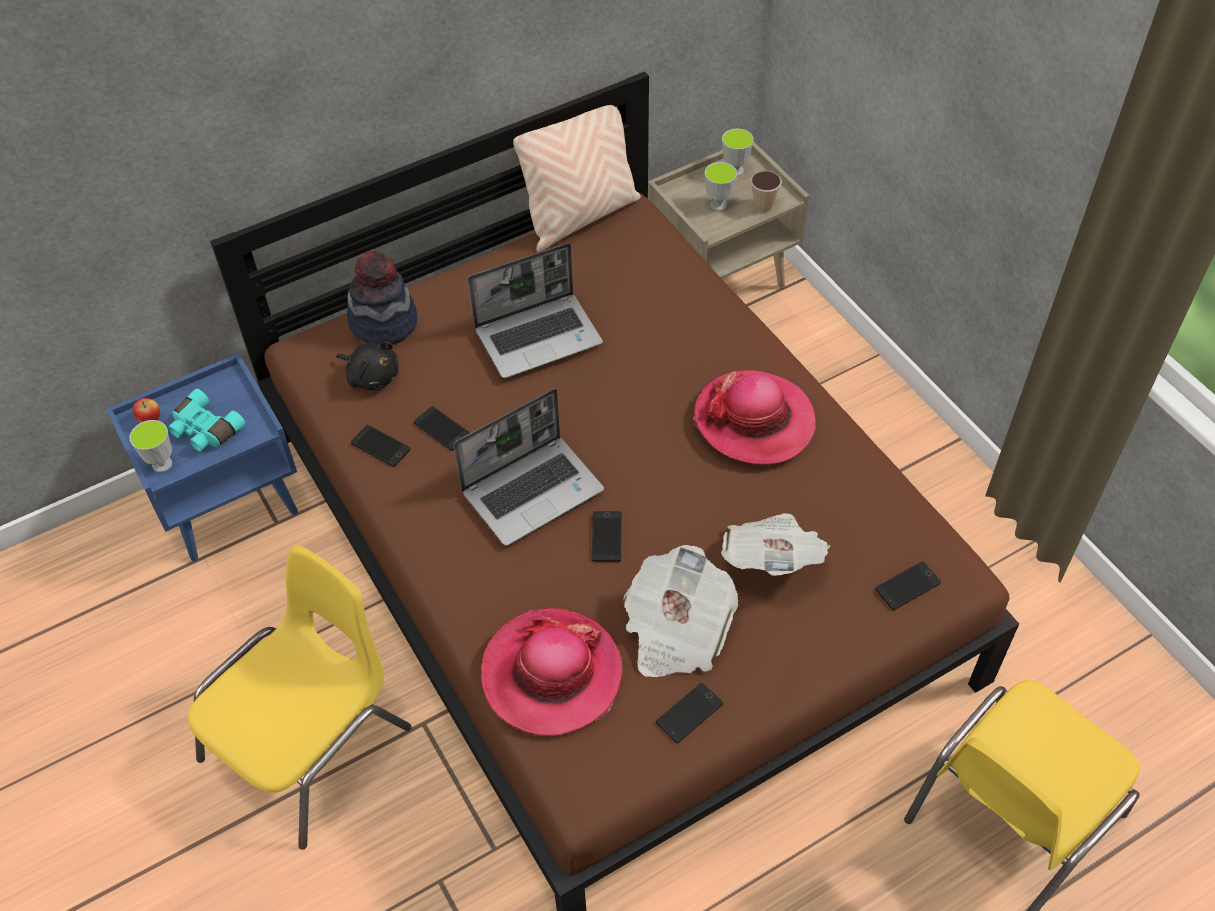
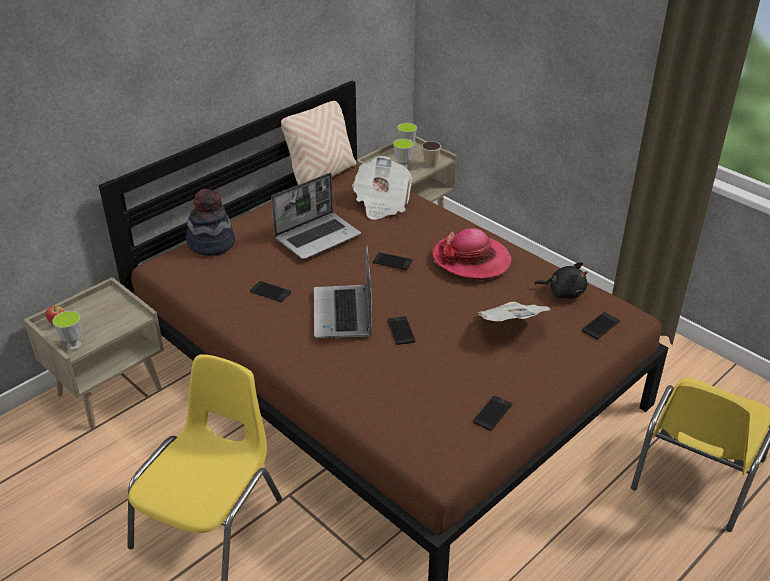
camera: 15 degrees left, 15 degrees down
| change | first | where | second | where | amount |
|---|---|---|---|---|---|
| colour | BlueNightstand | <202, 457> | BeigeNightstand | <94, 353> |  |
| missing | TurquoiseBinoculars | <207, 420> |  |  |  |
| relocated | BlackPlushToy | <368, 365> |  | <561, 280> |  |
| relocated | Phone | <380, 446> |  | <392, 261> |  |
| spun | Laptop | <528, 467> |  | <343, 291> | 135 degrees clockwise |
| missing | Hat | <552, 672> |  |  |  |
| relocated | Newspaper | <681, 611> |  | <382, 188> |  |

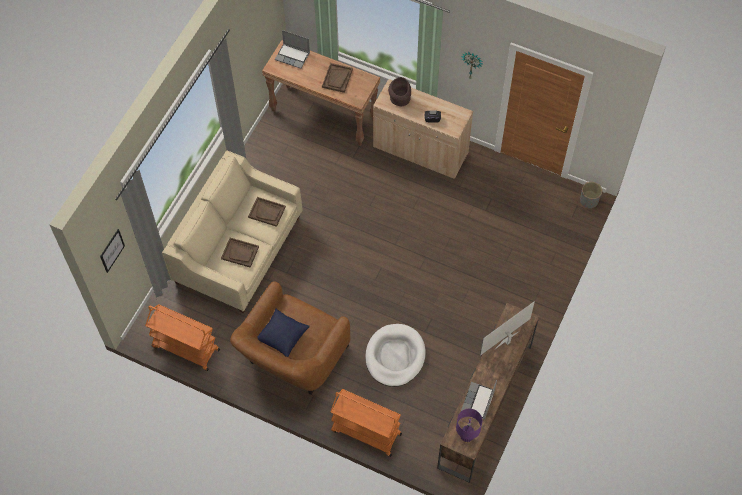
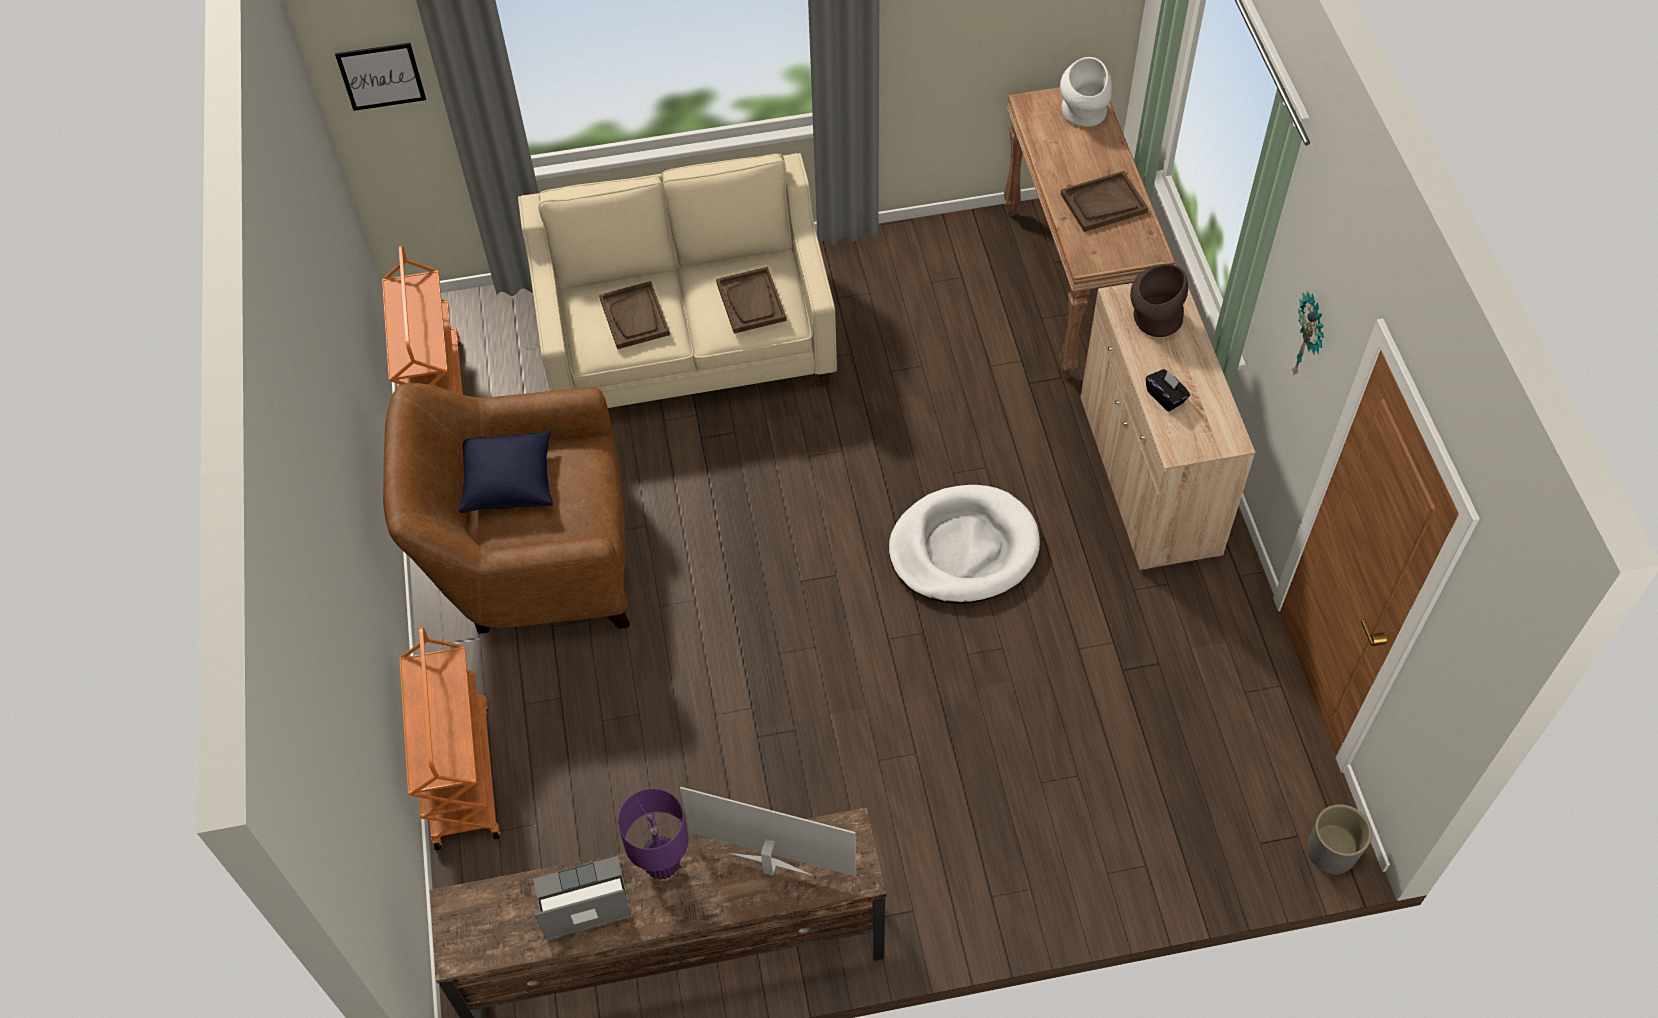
camera: 55 degrees right, 5 degrees down
| change | first | where | second | where | amount |
|---|---|---|---|---|---|
| exchanged | Laptop | <292, 49> | WhiteVase | <1086, 92> |  |
| relocated | WhiteDogBed | <395, 355> |  | <964, 544> |  |
| relocated | PurpleTableLamp | <469, 426> |  | <653, 835> |  |

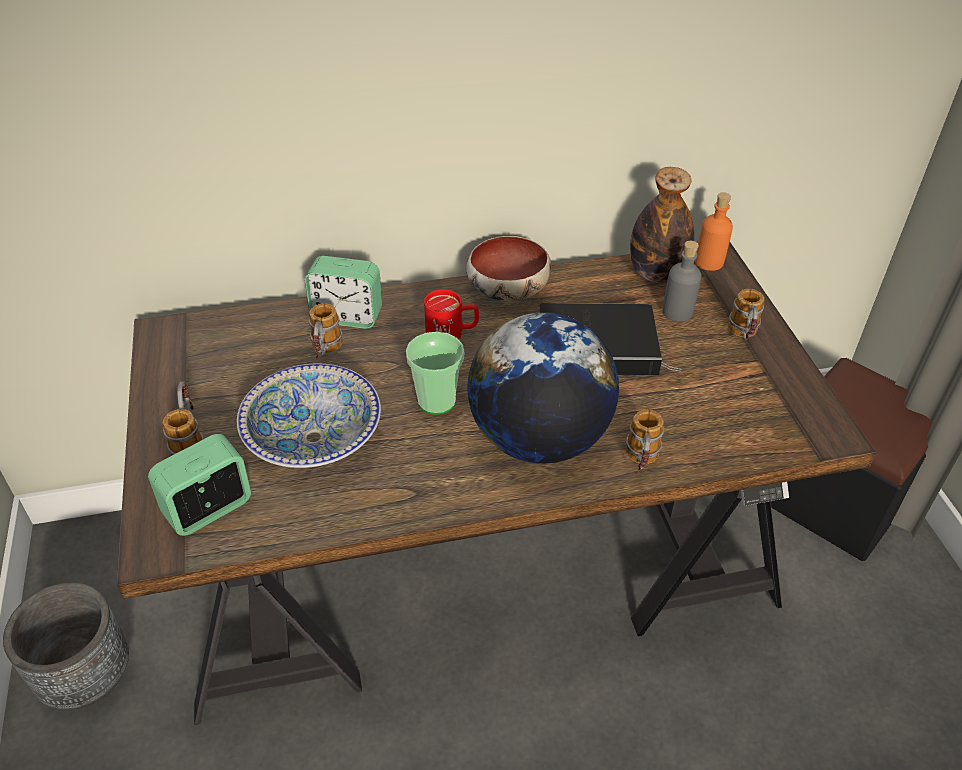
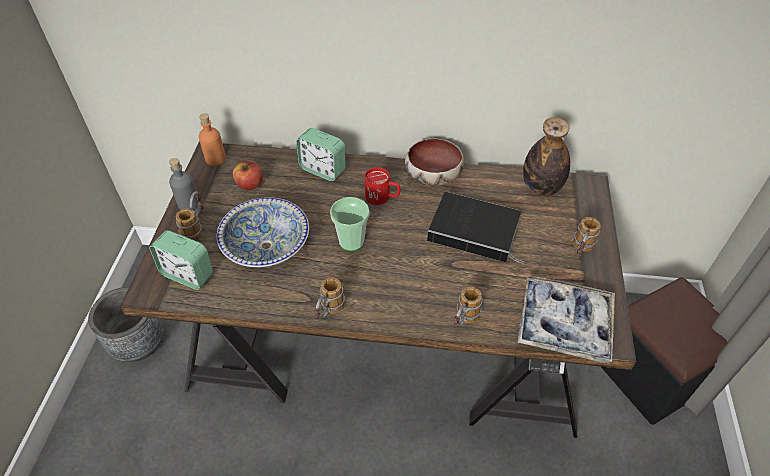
camera: 20 degrees right, 5 degrees up
| change | first | where | second | where | amount |
|---|---|---|---|---|---|
| spun | AlarmClock | <199, 485> |  | <181, 260> | 135 degrees counterclockwise |
| relocated | Mug | <325, 330> |  | <329, 298> |  |
| missing | Globe | <543, 388> |  |  |  |
| relocated | GreyBottle | <681, 281> |  | <183, 184> |  |
| relocated | OrangeBottle | <714, 231> |  | <212, 139> |  |
| appeared |  |  | Apple | <248, 175> |  |
| appeared |  |  | Tray | <566, 319> |  |

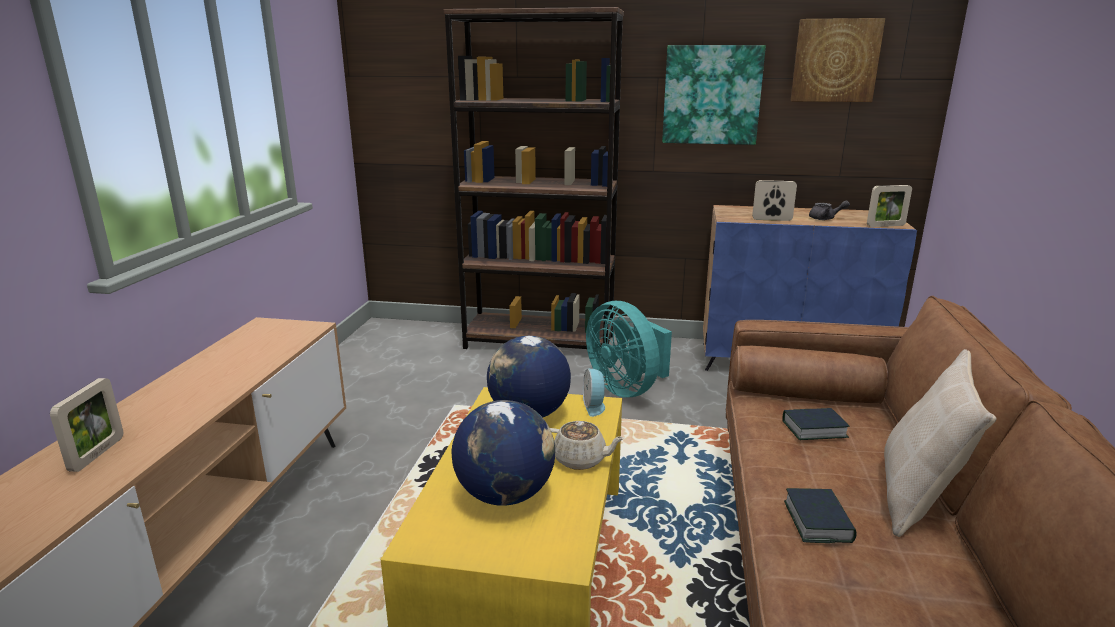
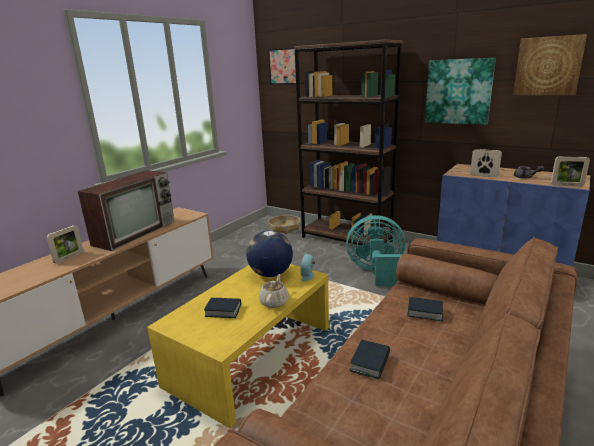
camera: 25 degrees right, 0 degrees up
| change | first | where | second | where | amount |
|---|---|---|---|---|---|
| exchanged | Globe | <503, 453> | Book | <222, 308> |  |
| spun | BeigeTeapot | <587, 445> |  | <274, 291> | 120 degrees counterclockwise |
| spun | TurquoiseFan | <629, 349> |  | <375, 250> | 105 degrees clockwise |
| missing | BeigePillow | <940, 443> |  |  |  |
| appeared |  |  | Television | <126, 210> |  |
| appeared |  |  | Picture | <282, 66> |  |
| appeared |  |  | Basket | <285, 224> |  |

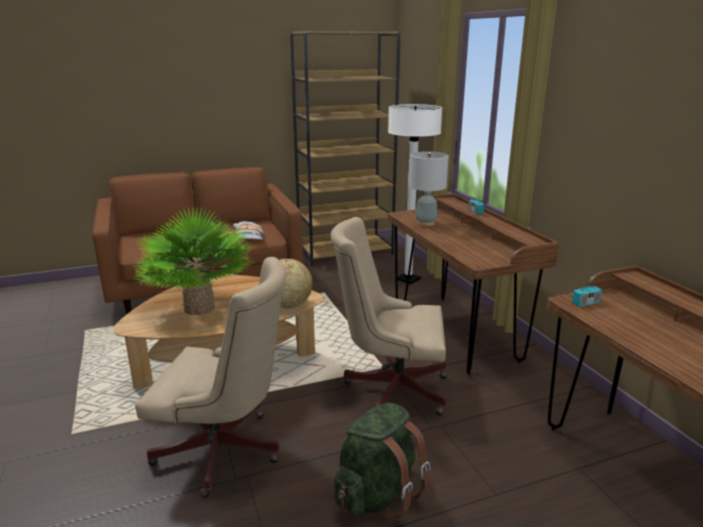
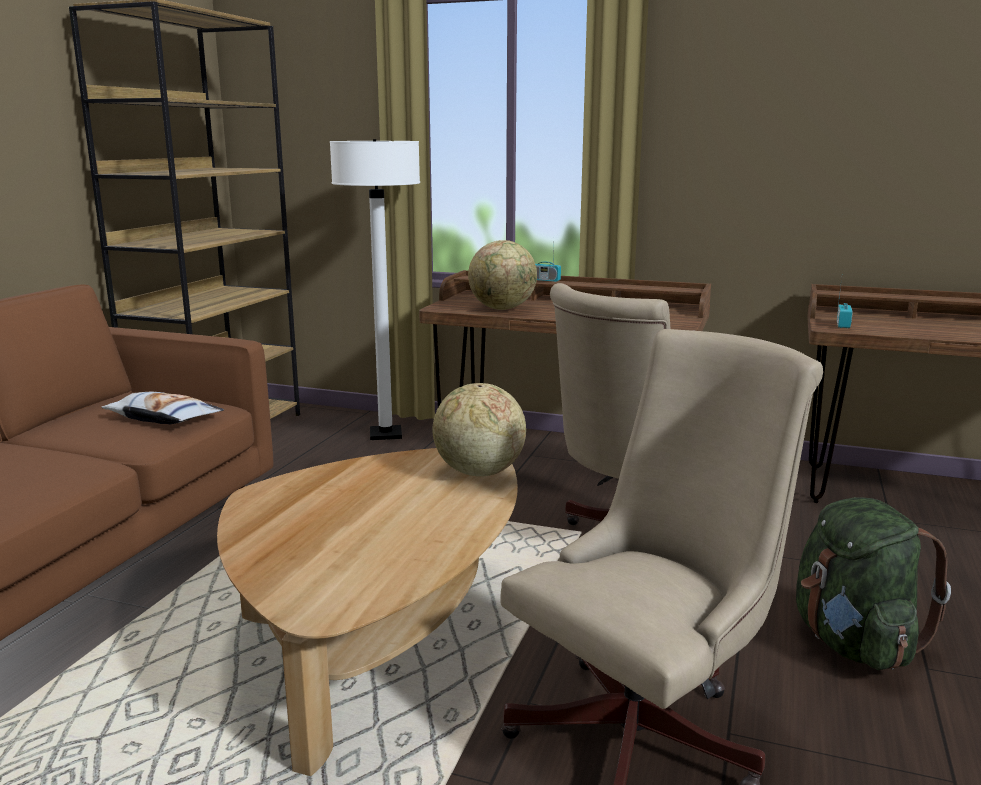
camera: 50 degrees left, 5 degrees down
| change | first | where | second | where | amount |
|---|---|---|---|---|---|
| missing | PottedPlant | <192, 260> |  |  |  |
| exchanged | GreyTableLamp | <429, 188> | Globe | <502, 275> |  |

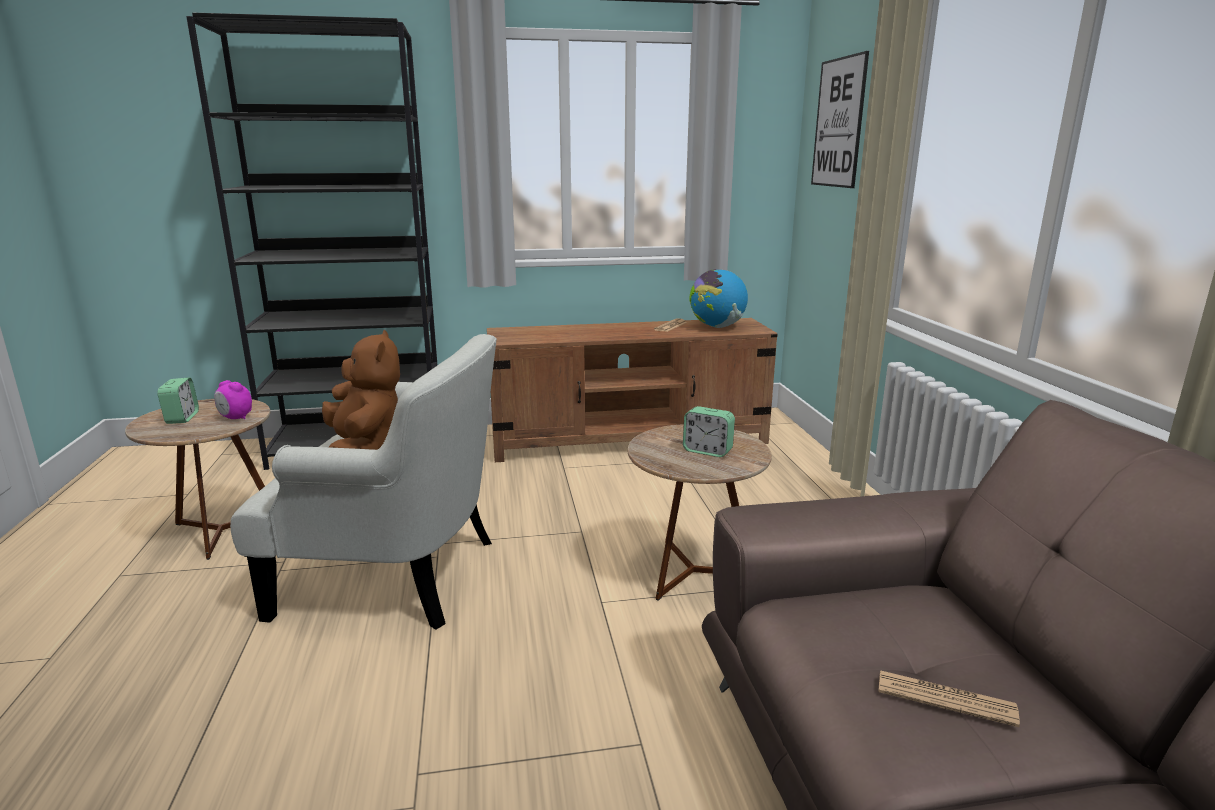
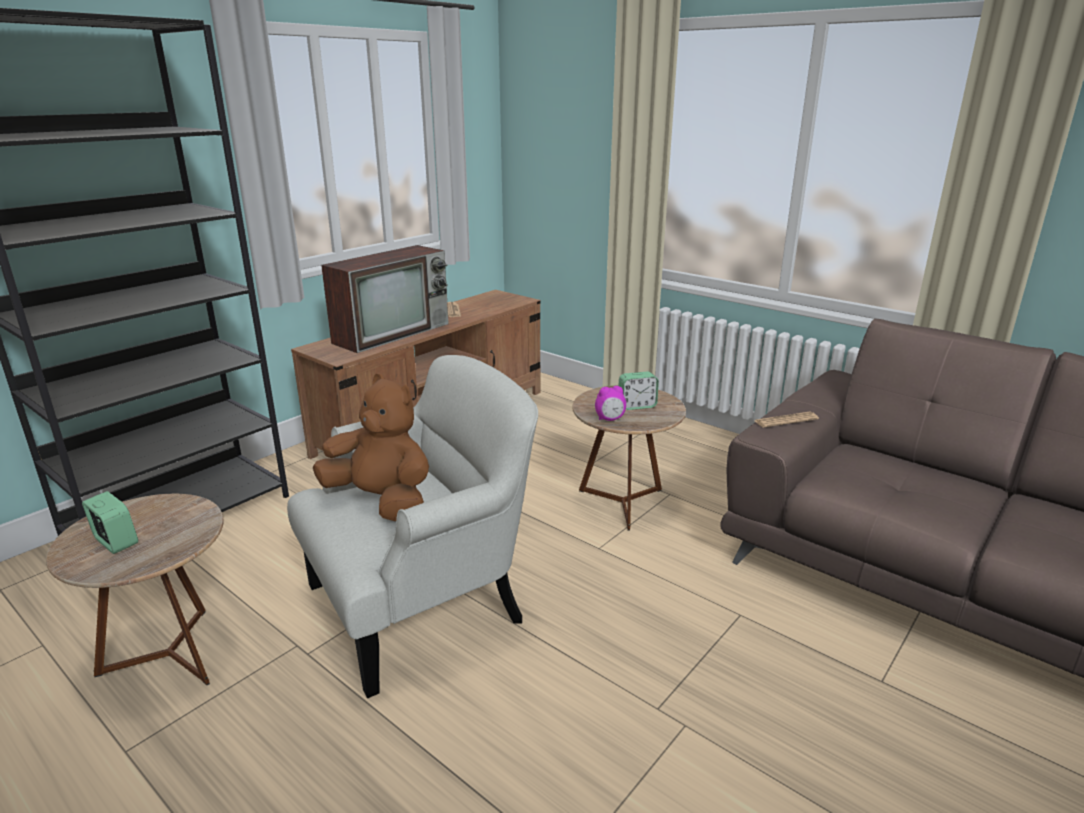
camera: 40 degrees left, 5 degrees up
| change | first | where | second | where | amount |
|---|---|---|---|---|---|
| relocated | AlarmClock | <233, 399> |  | <610, 403> |  |
| missing | Globe | <719, 298> |  |  |  |
| missing | Picture | <840, 119> |  |  |  |
| relocated | Newspaper | <949, 698> |  | <787, 420> |  |
| appeared |  |  | Television | <385, 299> |  |

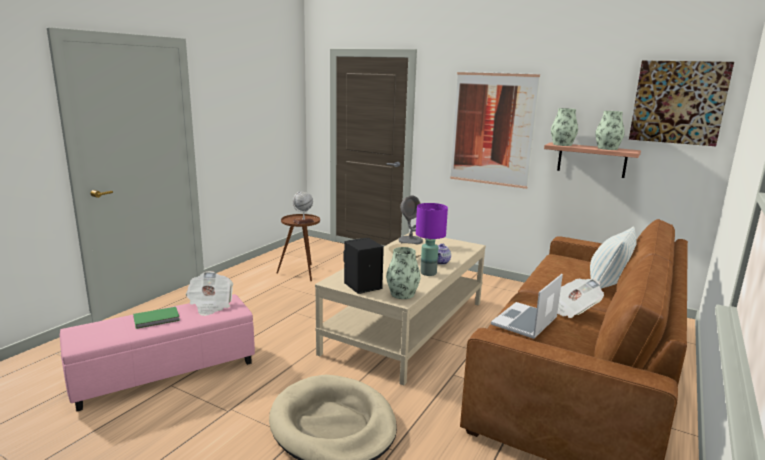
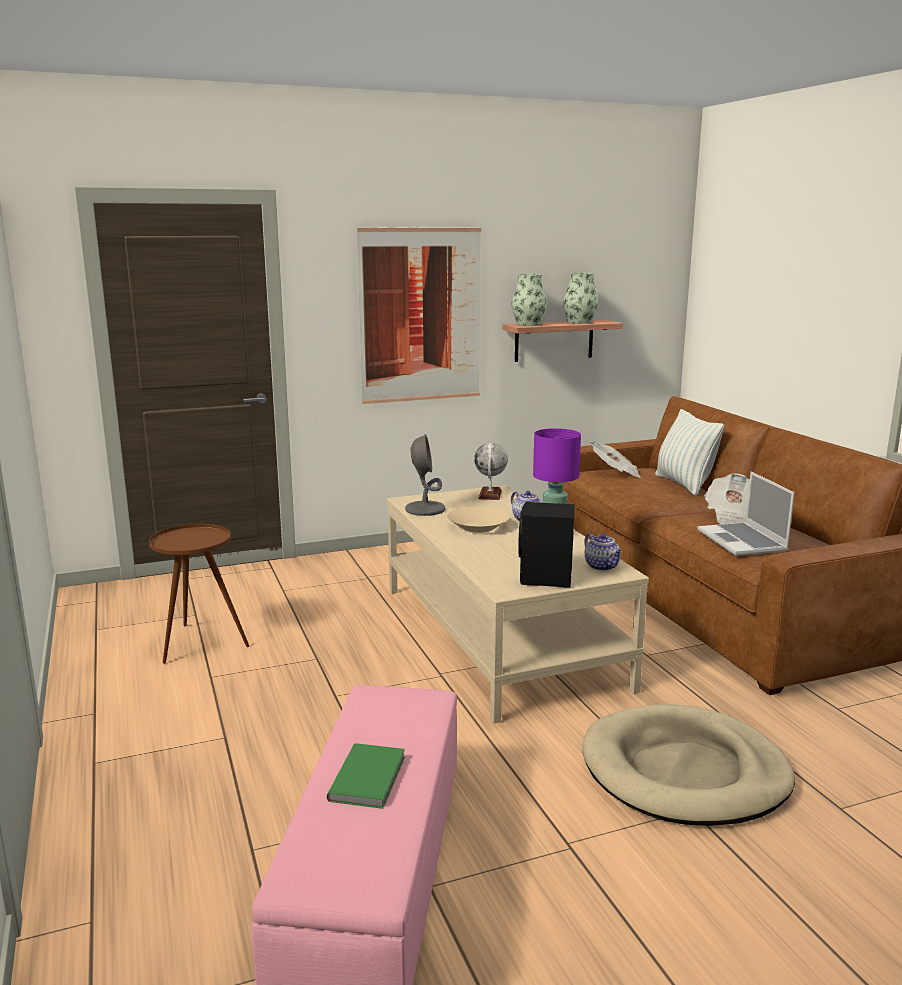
camera: 50 degrees left, 0 degrees up
| change | first | where | second | where | amount |
|---|---|---|---|---|---|
| relocated | Newspaper | <209, 293> |  | <614, 459> |  |
| relocated | Globe | <303, 207> |  | <491, 471> |  |
| exchanged | Vase | <403, 273> | Teapot | <603, 552> |  |
| missing | Picture | <681, 103> |  |  |  |

